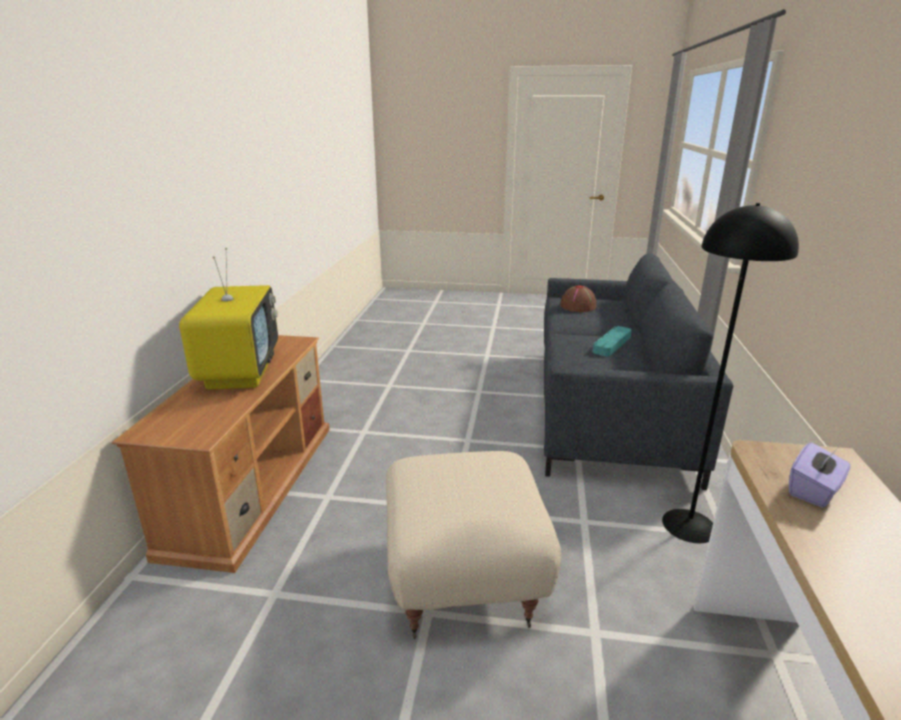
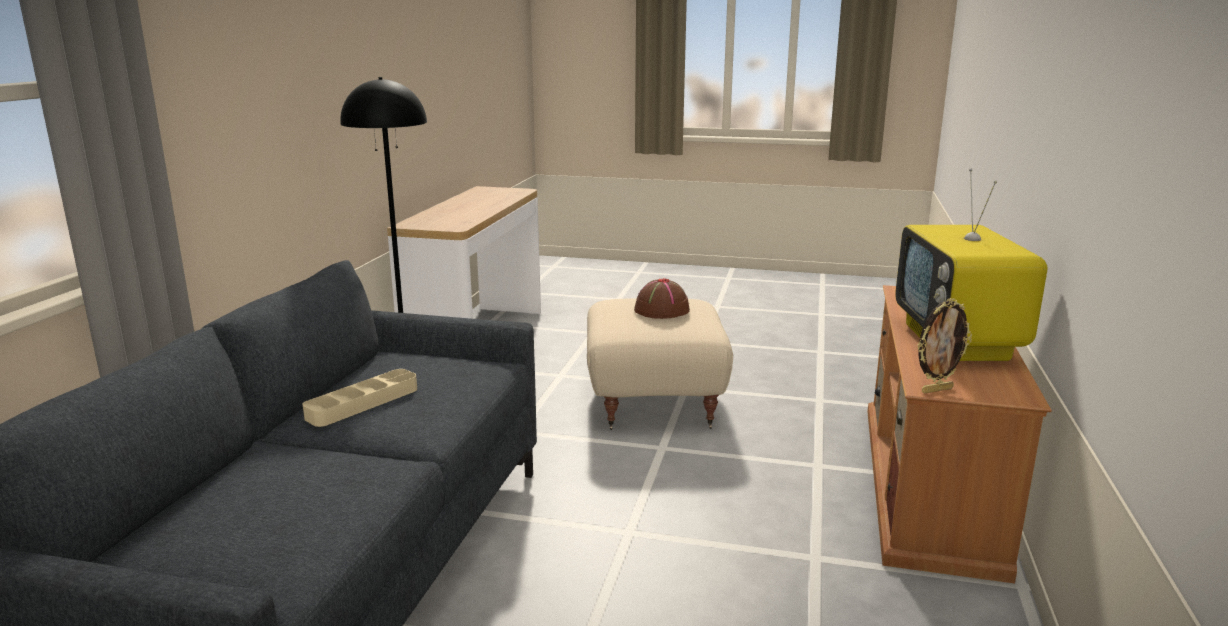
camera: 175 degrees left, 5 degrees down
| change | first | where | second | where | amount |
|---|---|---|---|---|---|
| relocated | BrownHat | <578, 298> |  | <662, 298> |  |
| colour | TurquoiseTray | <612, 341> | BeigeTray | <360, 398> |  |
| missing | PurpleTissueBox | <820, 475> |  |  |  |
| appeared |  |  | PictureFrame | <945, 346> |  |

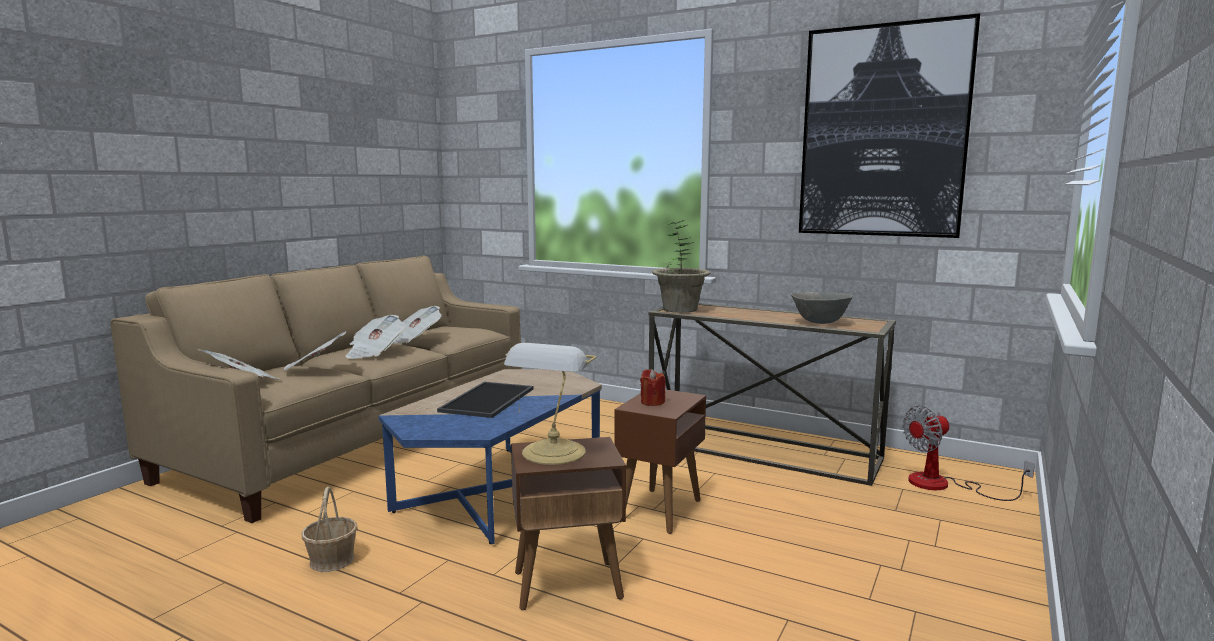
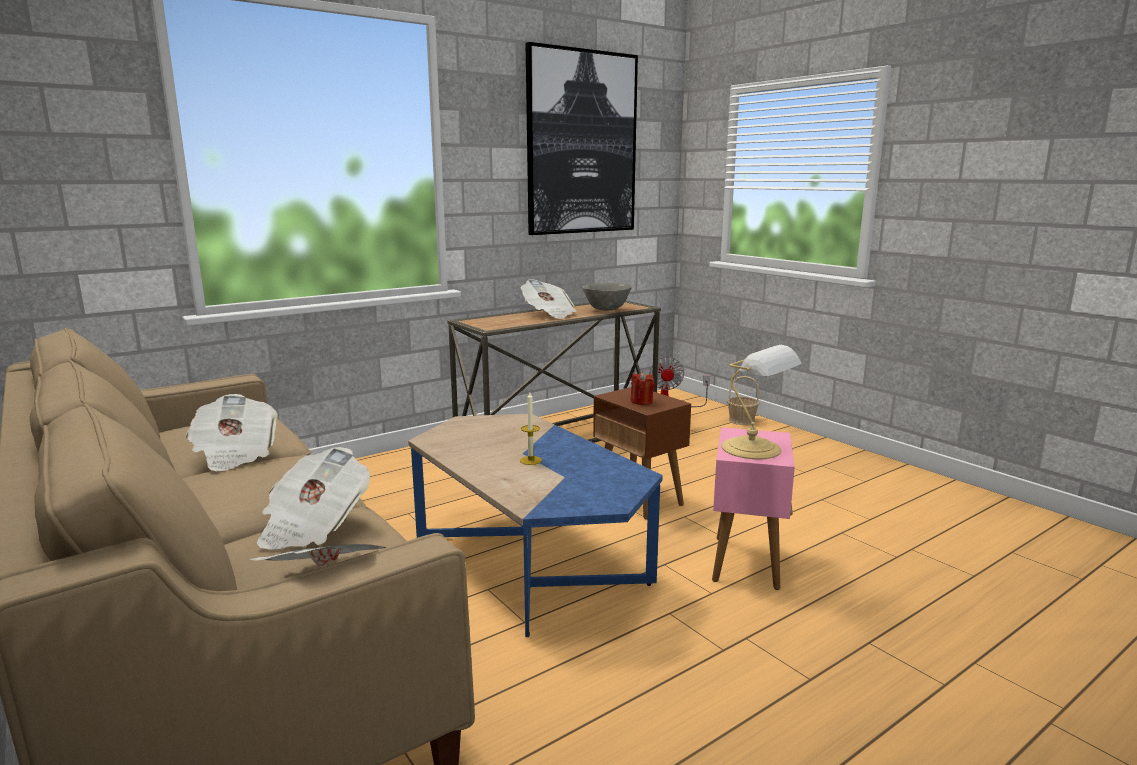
camera: 65 degrees left, 5 degrees up
| change | first | where | second | where | amount |
|---|---|---|---|---|---|
| relocated | Basket | <330, 529> |  | <743, 400> |  |
| relocated | Newspaper | <375, 337> |  | <549, 299> |  |
| exchanged | Tray | <485, 400> | Candle | <531, 428> |  |
| colour | BrownSideTable | <568, 523> | PinkSideTable | <753, 508> |  |
| missing | PottedPlant | <681, 266> |  |  |  |

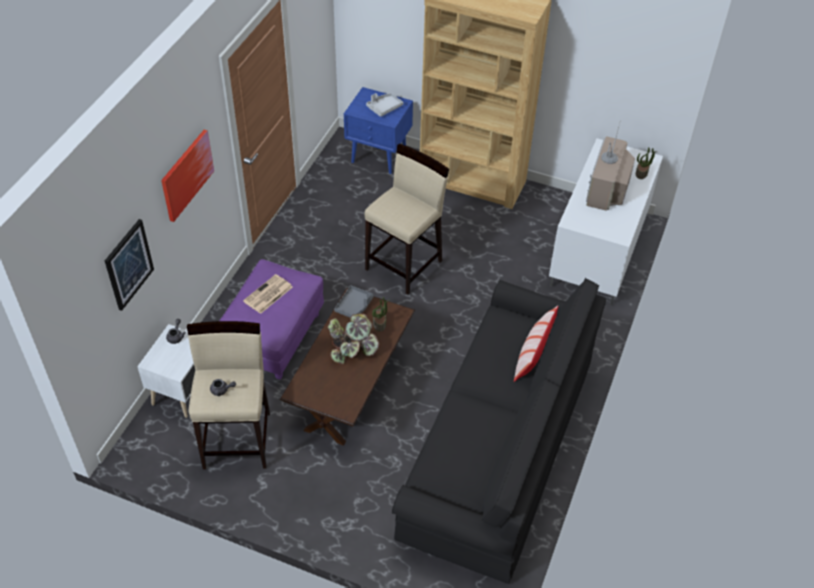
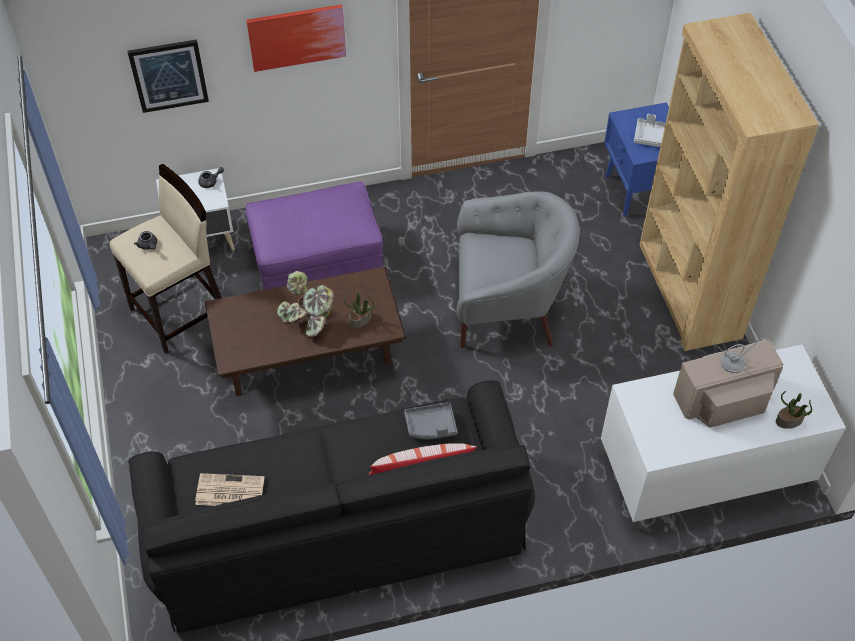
camera: 55 degrees right, 5 degrees up
| change | first | where | second | where | amount |
|---|---|---|---|---|---|
| relocated | Newspaper | <268, 294> |  | <229, 489> |  |
| relocated | GreyTray | <354, 301> |  | <431, 420> |  |
| exchanged | BeigeStool | <406, 219> | GreyArmchair | <518, 269> |  |

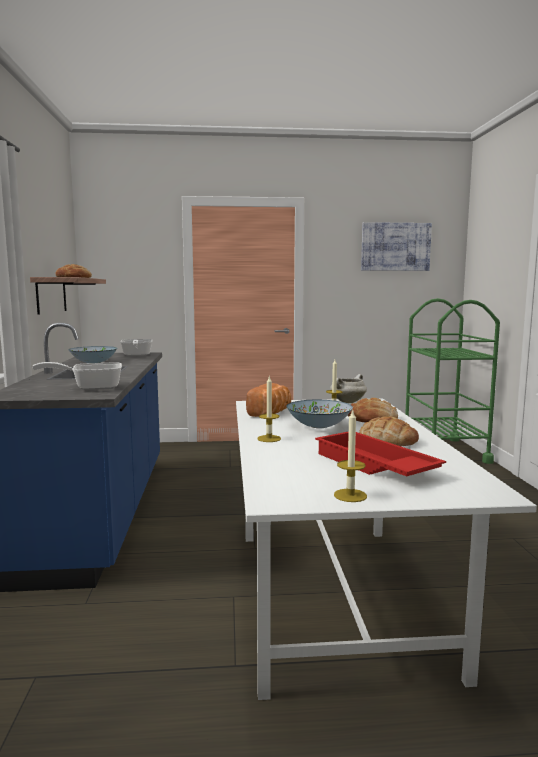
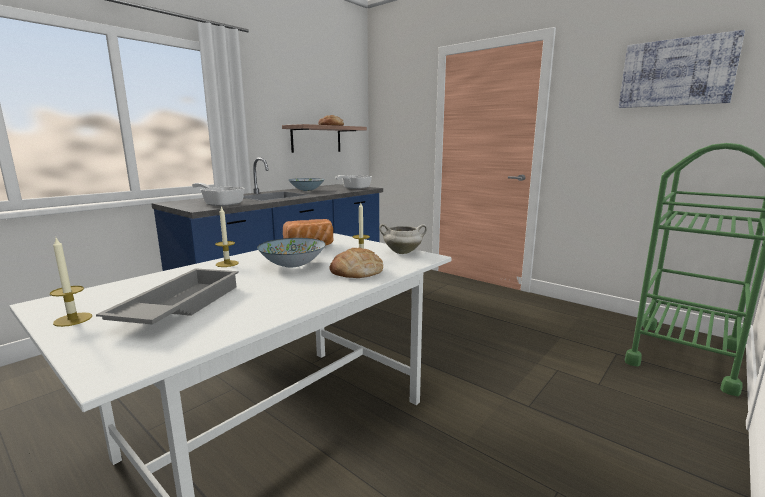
camera: 45 degrees right, 5 degrees up
| change | first | where | second | where | amount |
|---|---|---|---|---|---|
| colour | RedTray | <380, 454> | GreyTray | <167, 296> |  |
| missing | Bread | <389, 431> |  |  |  |

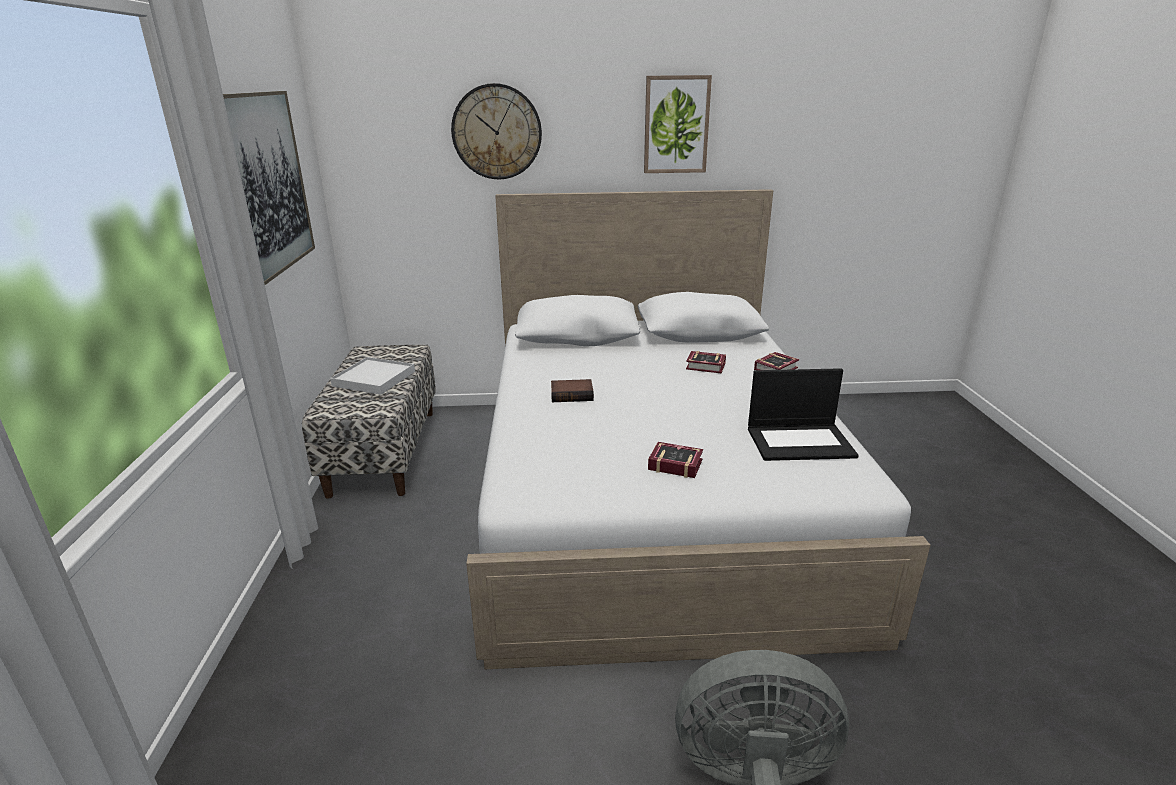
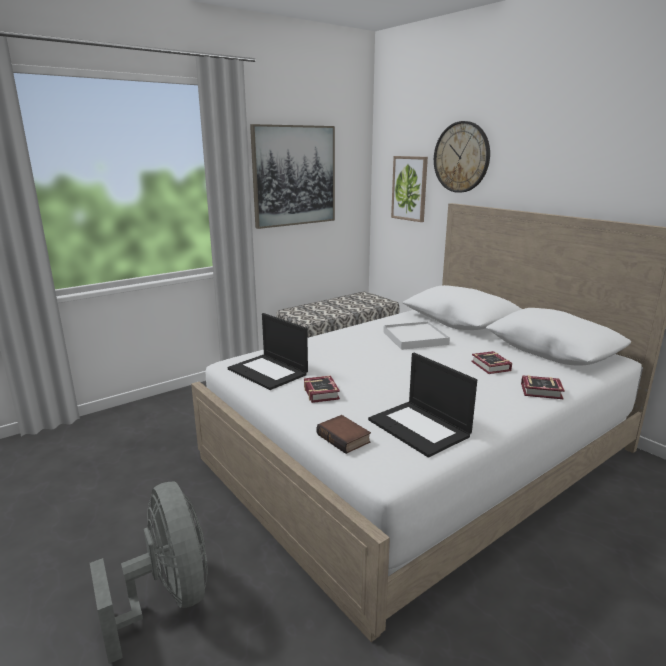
camera: 55 degrees right, 5 degrees down
| change | first | where | second | where | amount |
|---|---|---|---|---|---|
| relocated | WhiteTray | <372, 376> |  | <416, 335> |  |
| relocated | Book | <572, 390> |  | <343, 434> |  |
| relocated | Picture | <678, 124> |  | <409, 189> |  |
| appeared |  |  | Laptop | <268, 351> |  |

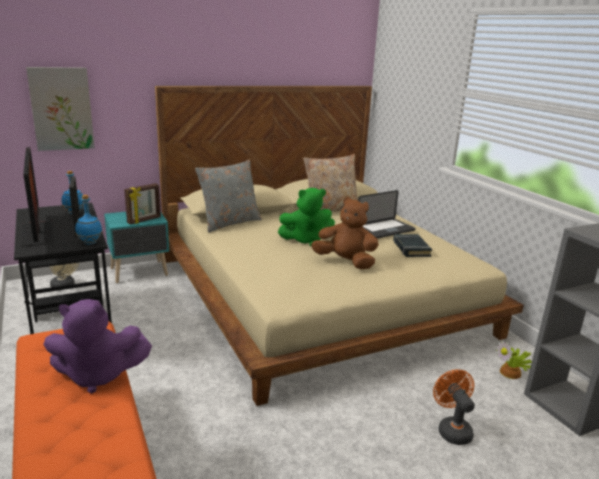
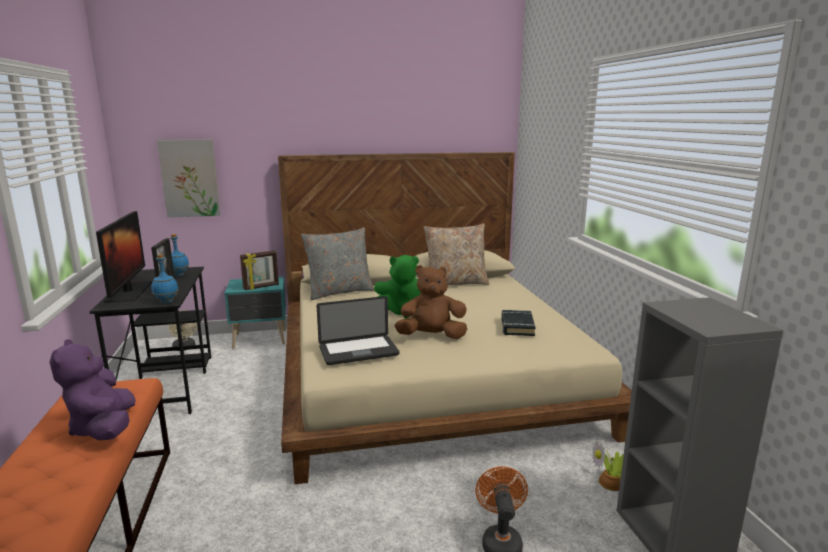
camera: 15 degrees right, 5 degrees down
| change | first | where | second | where | amount |
|---|---|---|---|---|---|
| spun | PurplePlushToy | <97, 346> |  | <92, 389> | 60 degrees clockwise |
| spun | BrownPlushToy | <345, 233> |  | <430, 302> | 45 degrees counterclockwise |
| relocated | Laptop | <387, 214> |  | <358, 330> |  |

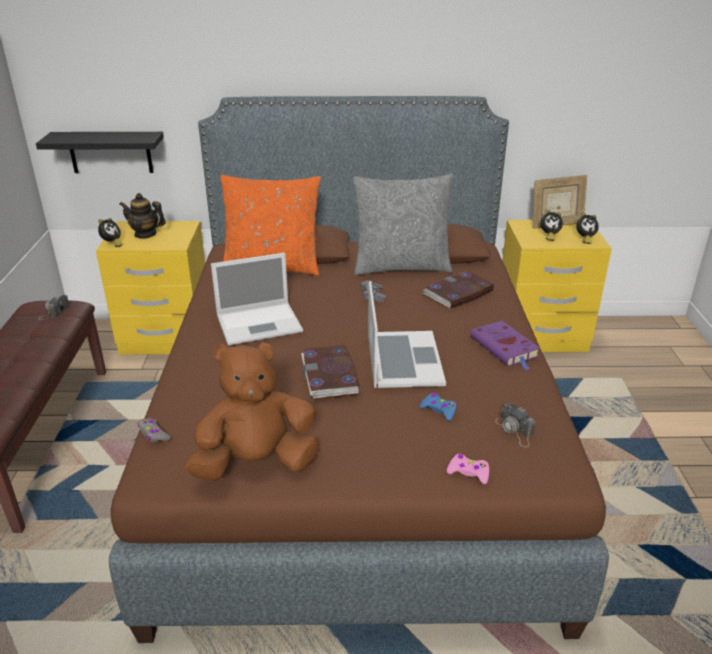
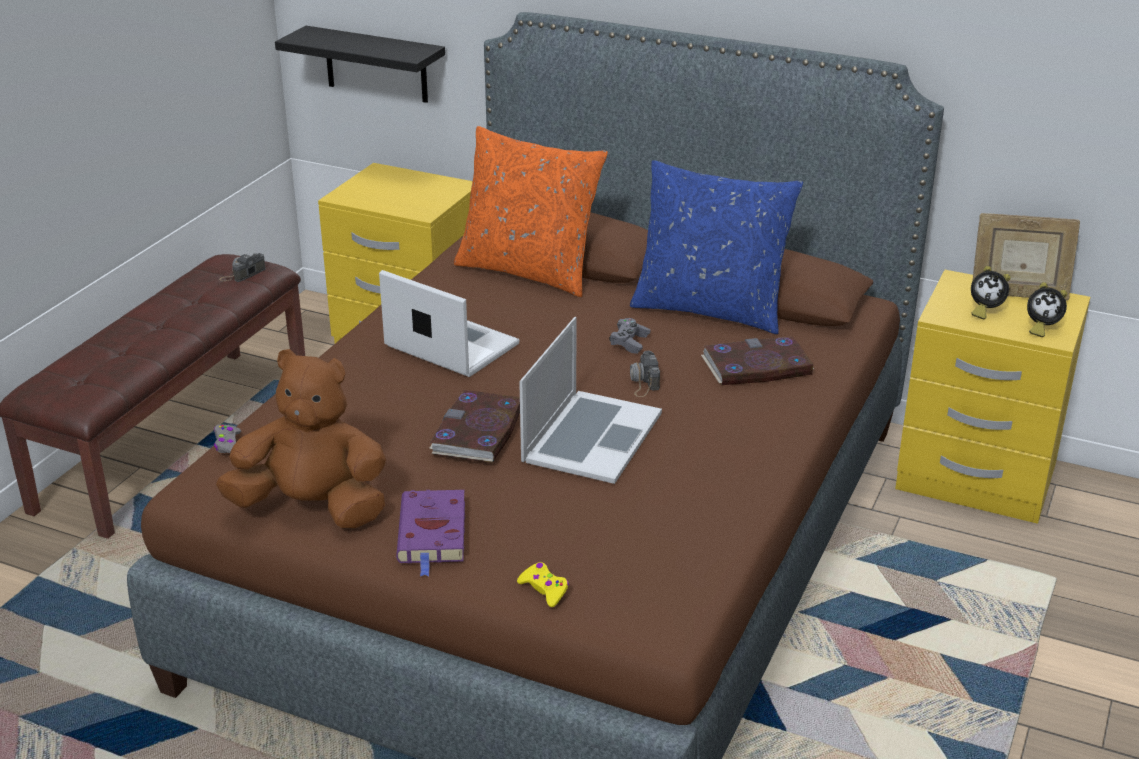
camera: 25 degrees right, 0 degrees up
| change | first | where | second | where | amount |
|---|---|---|---|---|---|
| missing | AlarmClock | <110, 232> |  |  |  |
| missing | Teapot | <142, 216> |  |  |  |
| spun | Laptop | <257, 299> |  | <449, 323> | 150 degrees counterclockwise |
| colour | GreyPillow | <403, 224> | BluePillow | <716, 247> |  |
| missing | BlueGameController | <438, 407> |  |  |  |
| colour | PinkGameController | <468, 469> | YellowGameController | <543, 584> |  |
| relocated | PurpleBook | <505, 345> |  | <430, 533> |  |
| relocated | PhotoCamera | <515, 425> |  | <645, 374> |  |

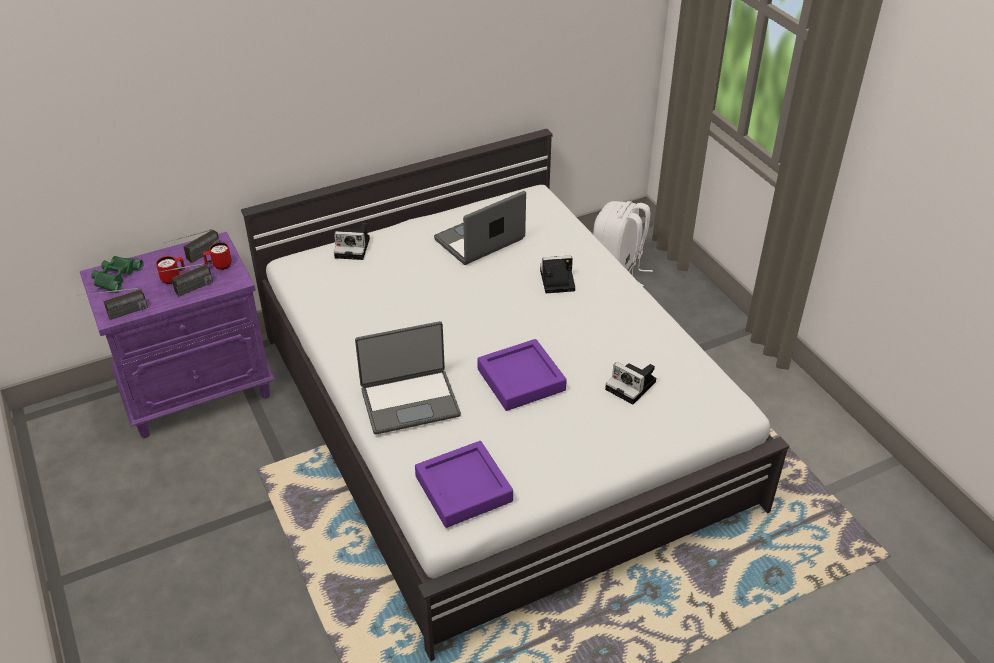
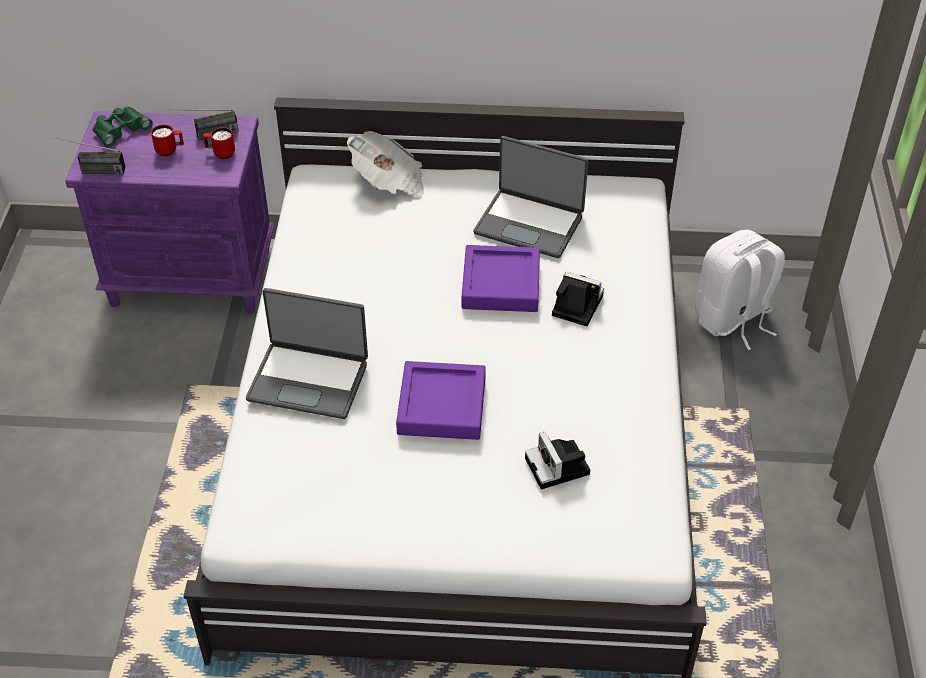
camera: 30 degrees right, 5 degrees up
| change | first | where | second | where | amount |
|---|---|---|---|---|---|
| missing | Radio | <181, 279> |  |  |  |
| exchanged | PhotoCamera | <352, 241> | Newspaper | <385, 163> |  |
| relocated | PurpleTray | <464, 484> |  | <501, 278> |  |
| spun | Laptop | <480, 228> |  | <531, 197> | 150 degrees counterclockwise |

